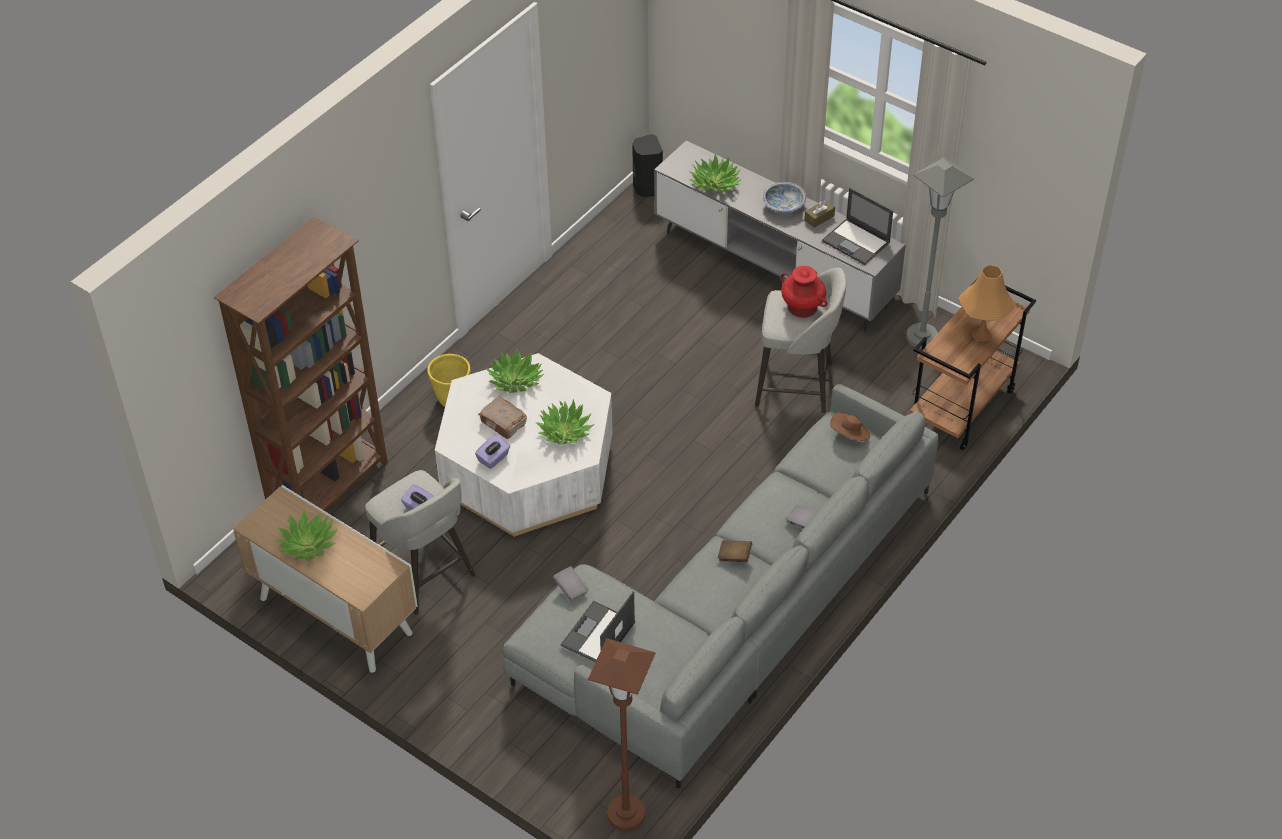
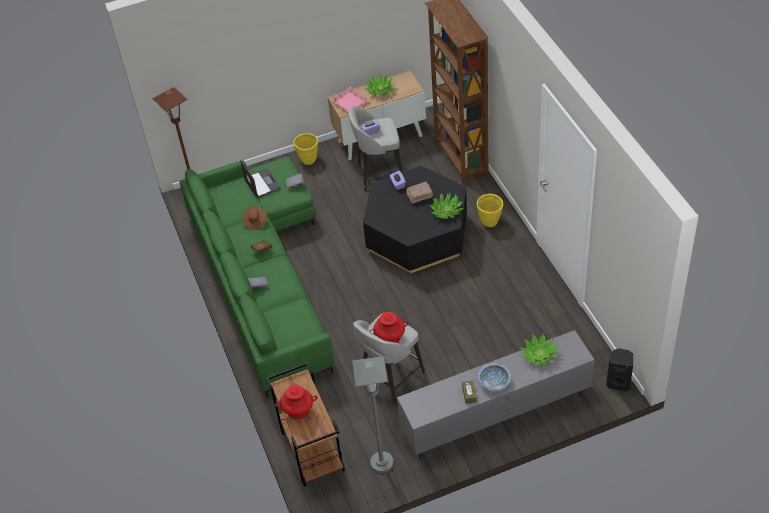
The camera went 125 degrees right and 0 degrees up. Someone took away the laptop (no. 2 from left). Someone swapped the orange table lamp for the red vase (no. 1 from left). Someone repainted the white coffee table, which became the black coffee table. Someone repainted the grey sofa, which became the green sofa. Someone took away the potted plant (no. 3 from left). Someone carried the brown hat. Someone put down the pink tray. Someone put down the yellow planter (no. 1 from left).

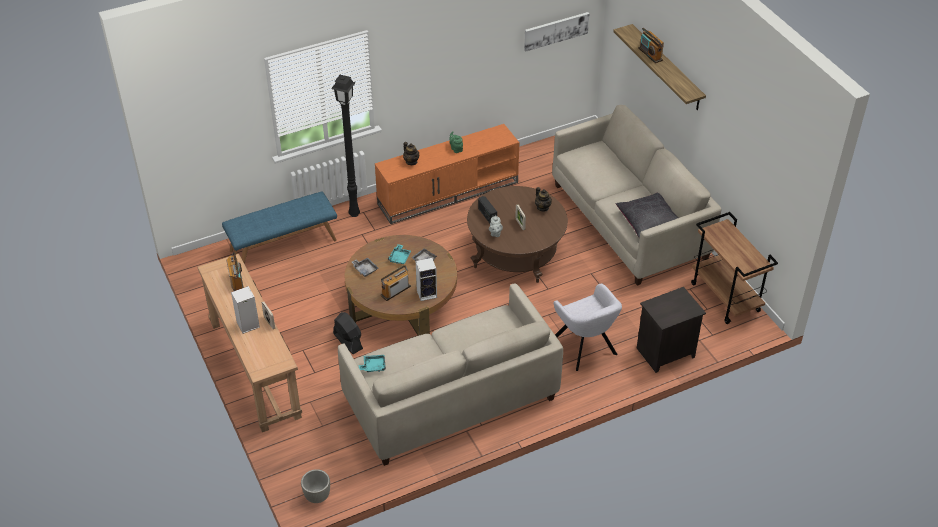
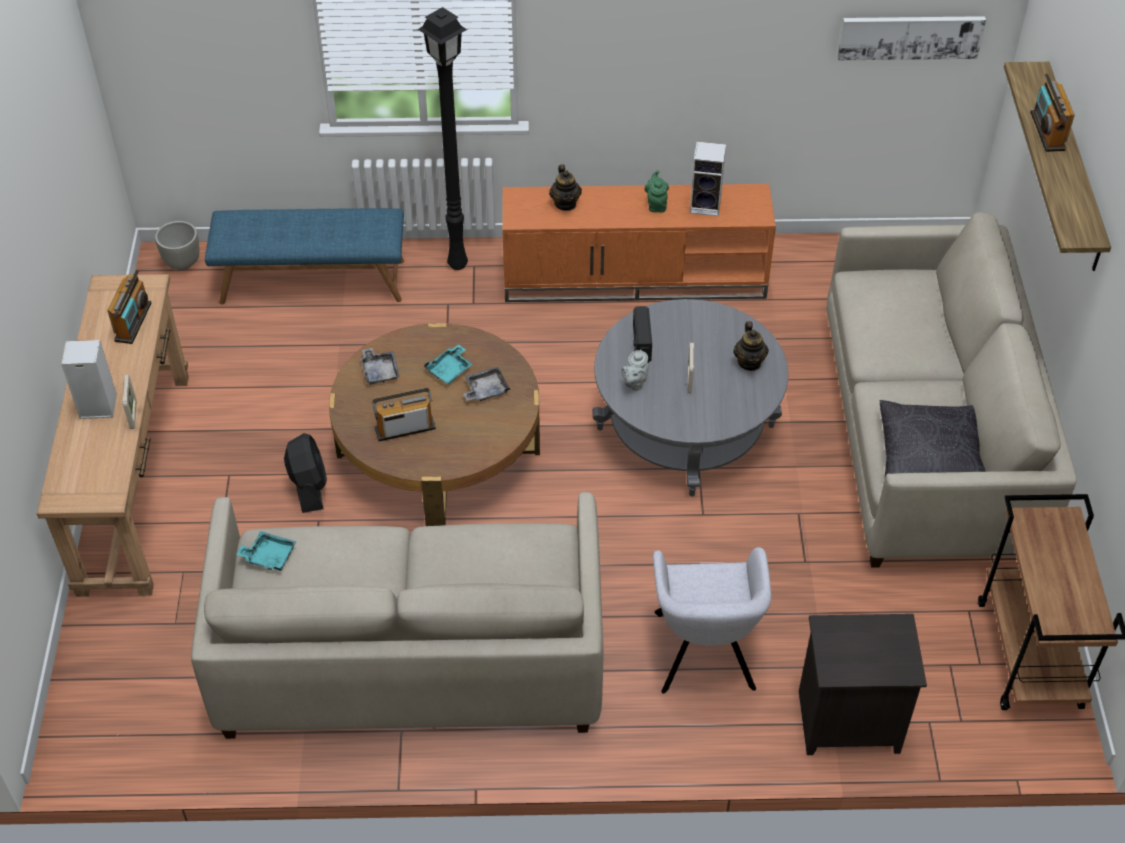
The camera went 25 degrees right and 5 degrees up. Someone repainted the brown coffee table (no. 2 from left), which became the grey coffee table. Someone carried the speaker (no. 2 from left). Someone carried the grey planter.

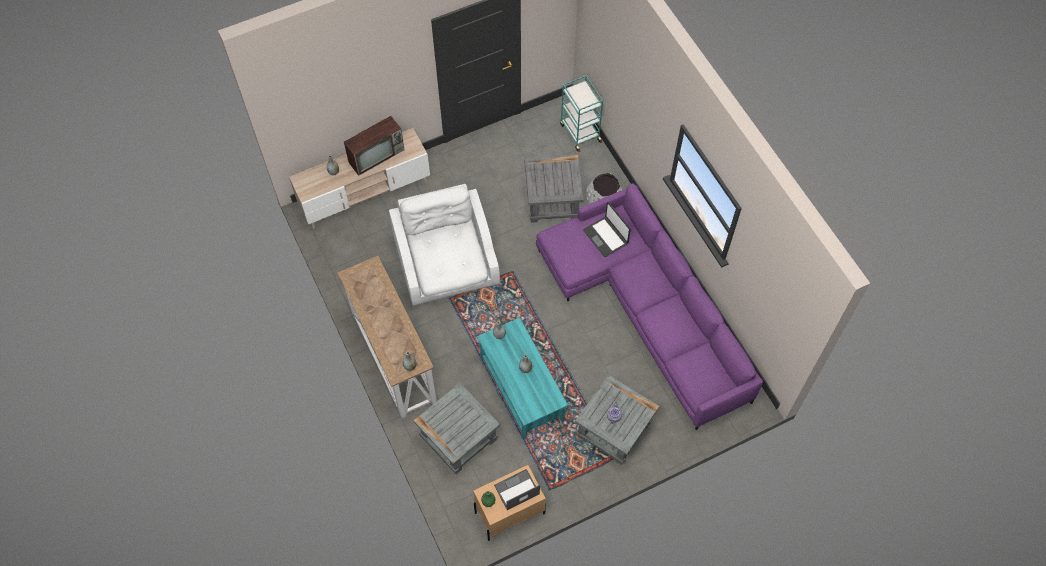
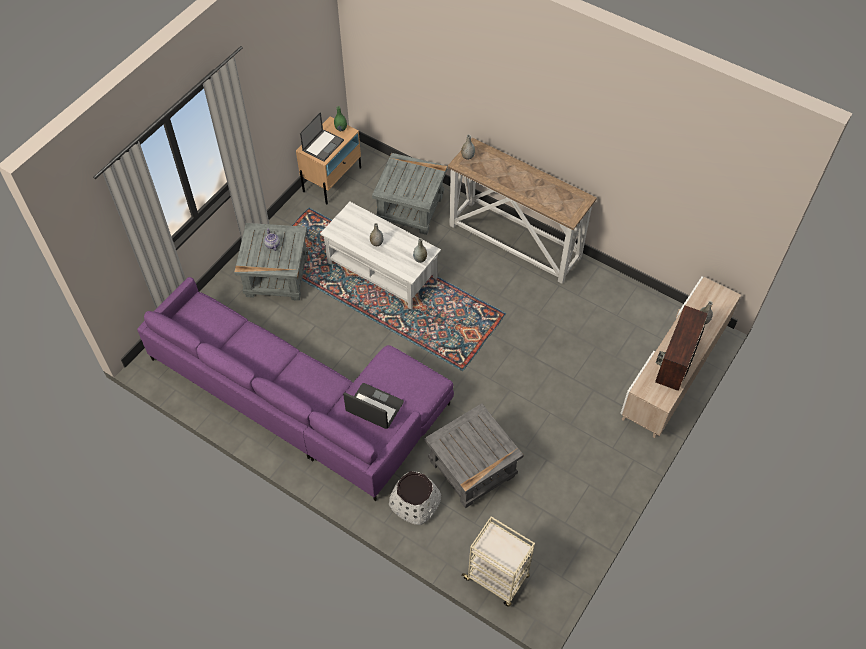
The camera went 150 degrees right and 5 degrees down. Someone repainted the turquoise cart, which became the beige cart. Someone took away the white armchair. Someone repainted the turquoise coffee table, which became the white coffee table.

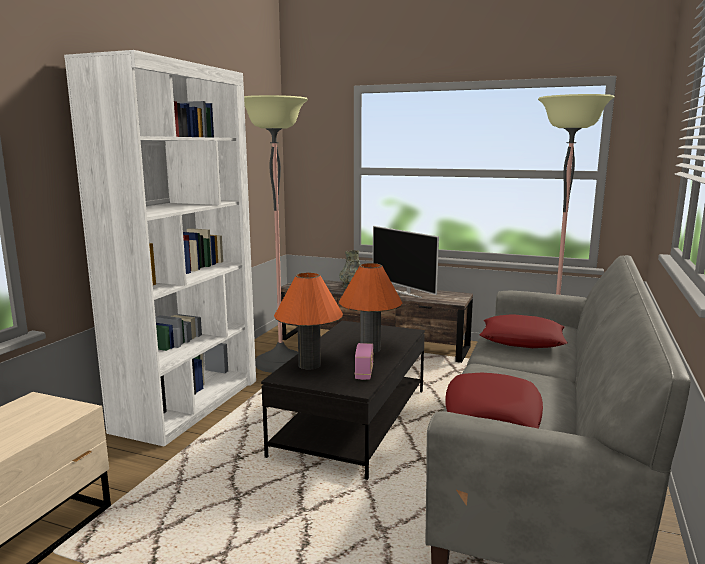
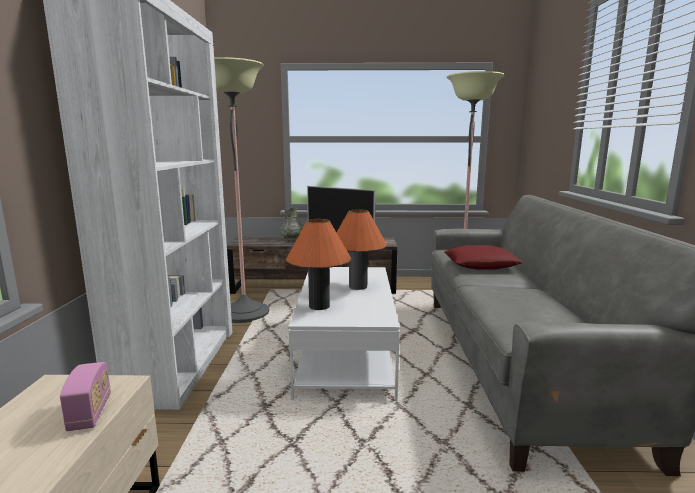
The camera went 20 degrees left and 0 degrees up. Someone repainted the black coffee table, which became the white coffee table. Someone carried the radio. Someone took away the red pillow (no. 1 from left).

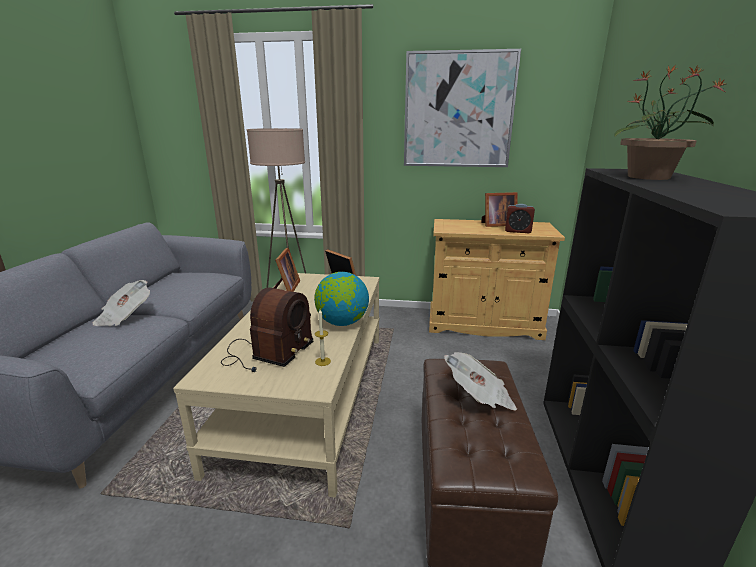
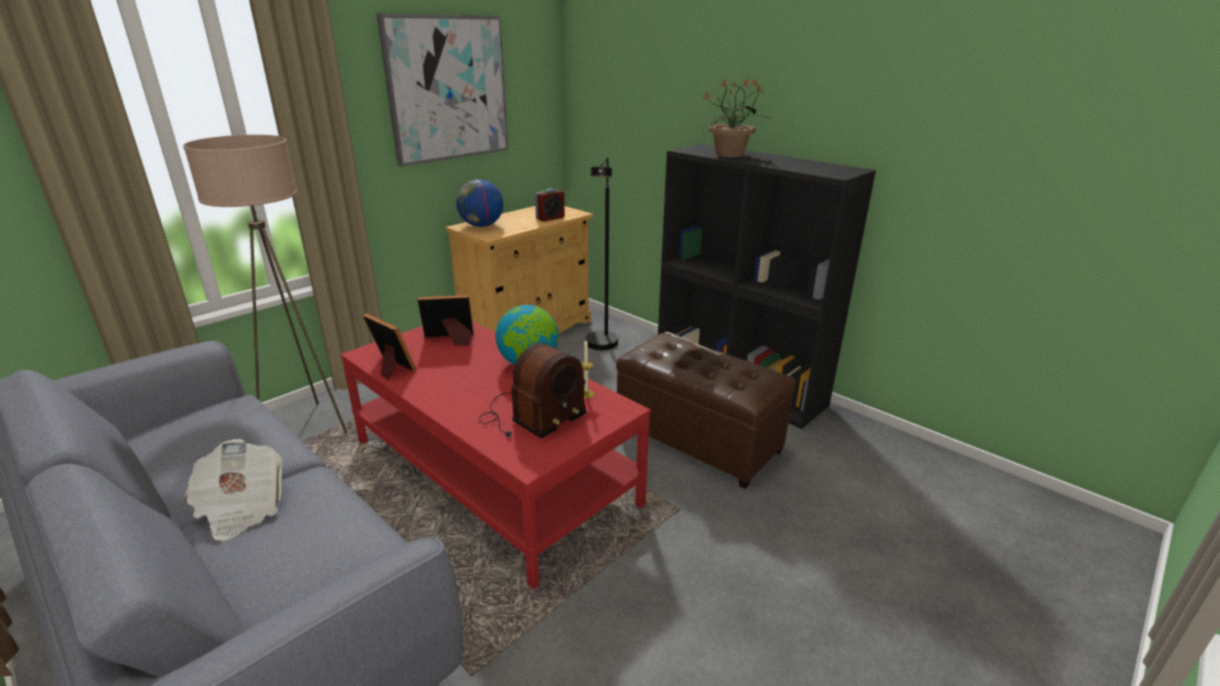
The camera went 55 degrees left and 5 degrees up. Someone took away the picture frame (no. 3 from left). Someone repainted the beige coffee table, which became the red coffee table. Someone rotated the radio by 75 degrees clockwise. Someone put down the black floor lamp. Someone put down the globe (no. 1 from left).

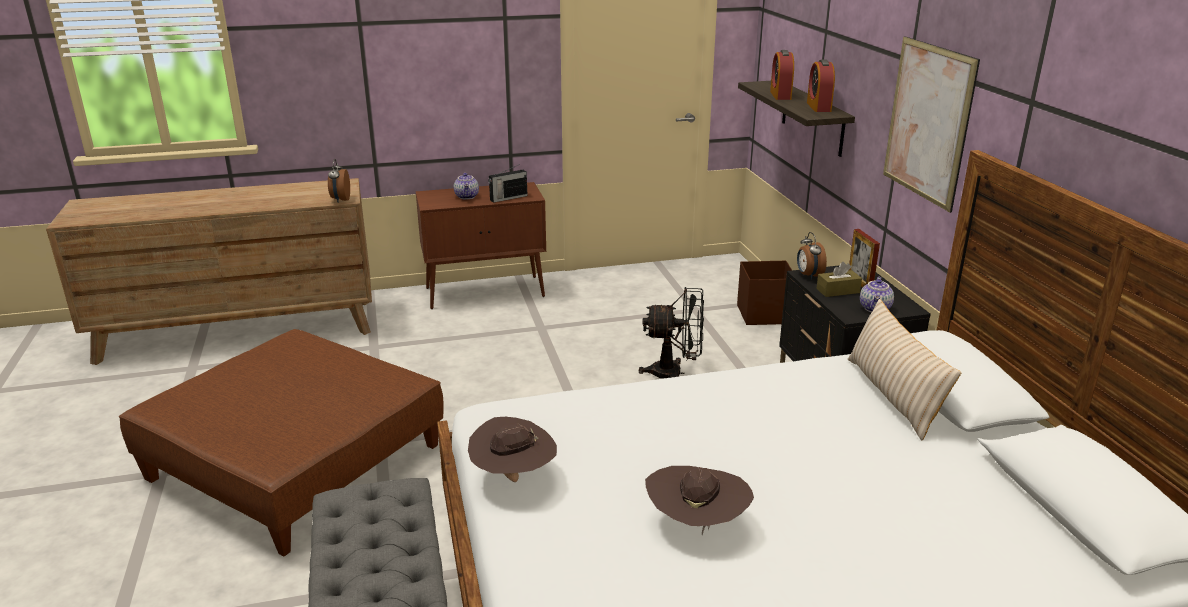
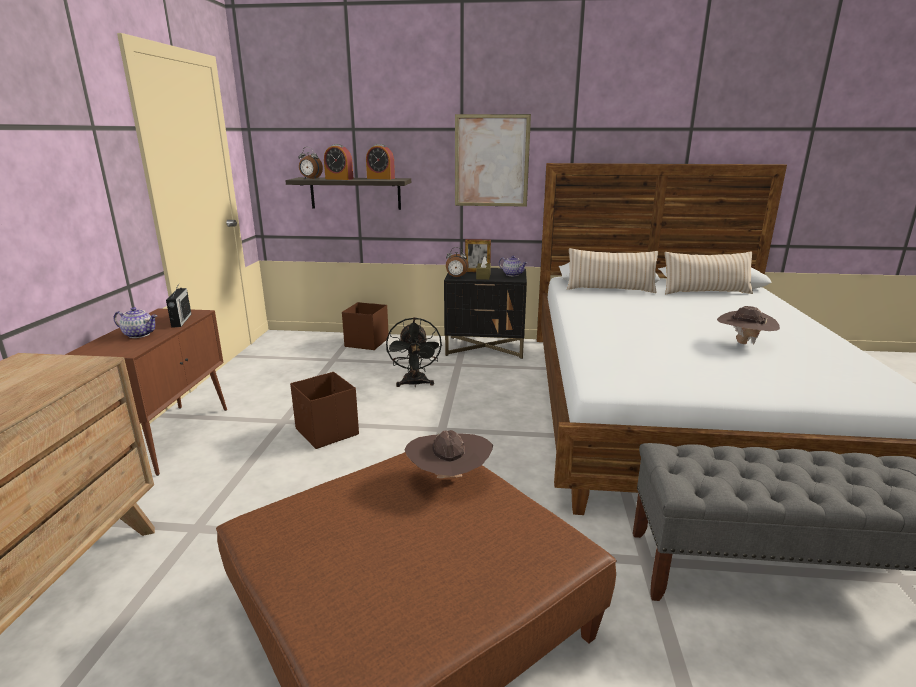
The camera went 70 degrees left and 5 degrees down. Someone carried the alarm clock (no. 1 from left). Someone rotated the black fan by 150 degrees clockwise. Someone carried the brown hat (no. 1 from left). Someone put down the beige pillow (no. 2 from left). Someone put down the brown storage box (no. 1 from left).

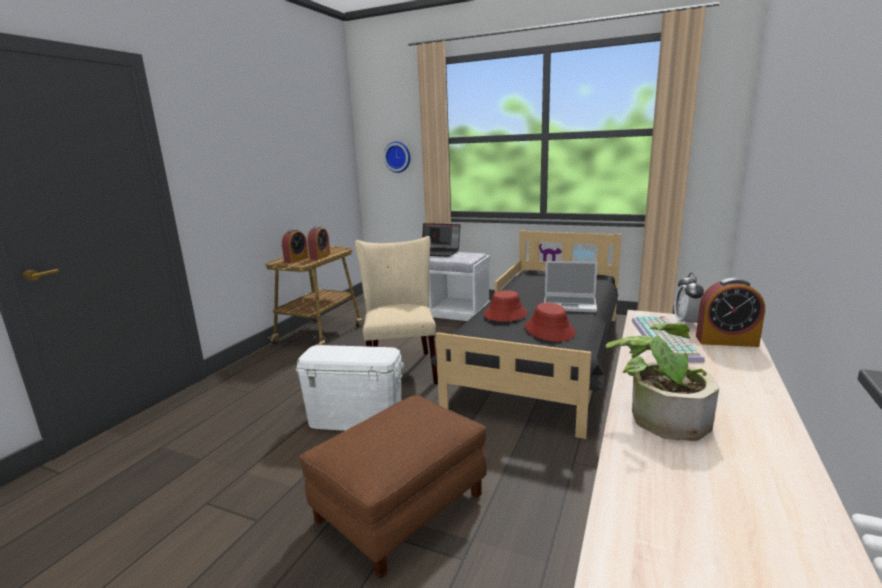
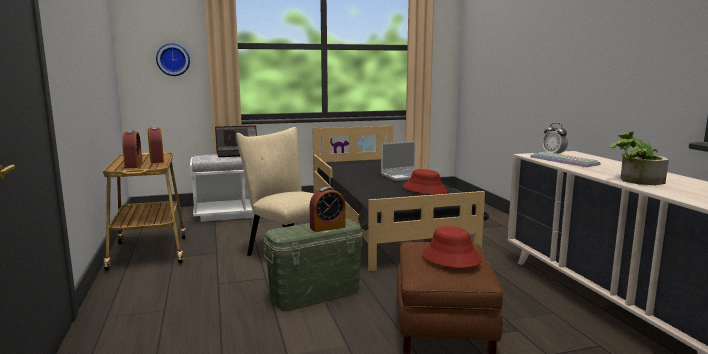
The camera went 40 degrees left and 5 degrees down. Someone carried the alarm clock (no. 4 from left in the first image). Someone carried the red hat (no. 1 from left in the first image). Someone repainted the white storage box, which became the green storage box.

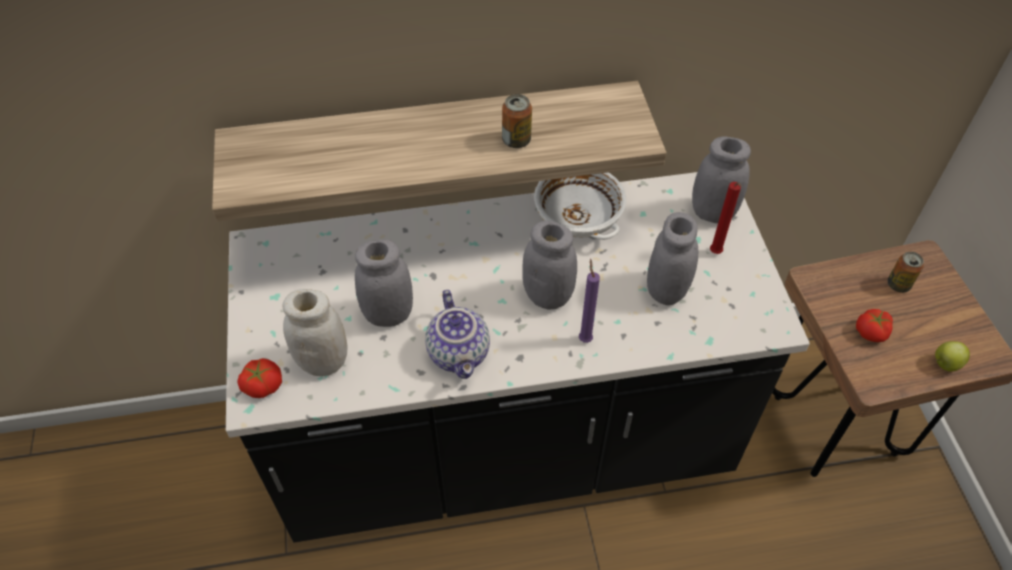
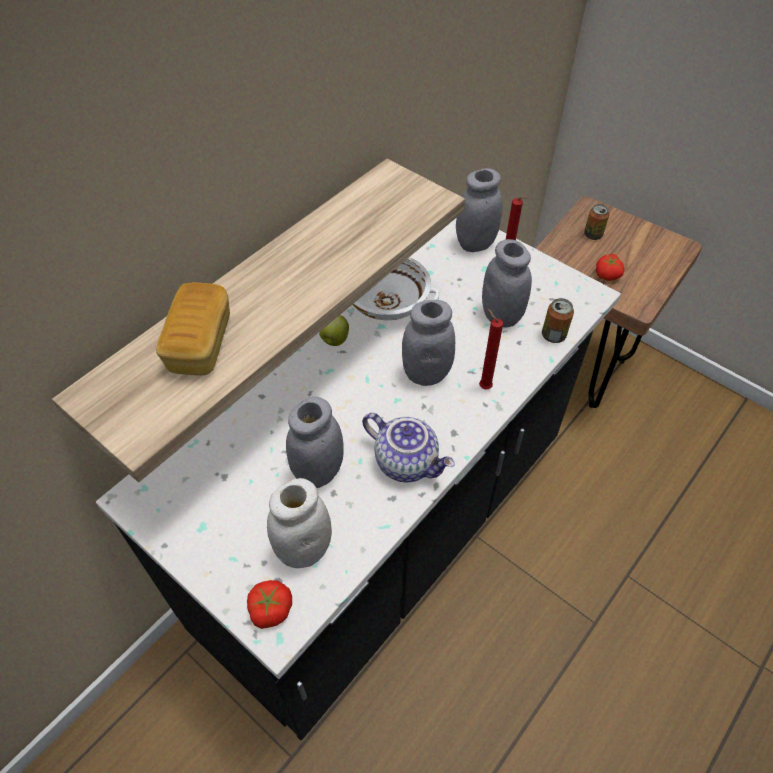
The camera went 40 degrees left and 0 degrees up. Someone carried the can (no. 1 from left). Someone repainted the purple candle, which became the red candle (no. 1 from left). Someone carried the apple. Someone put down the bread.

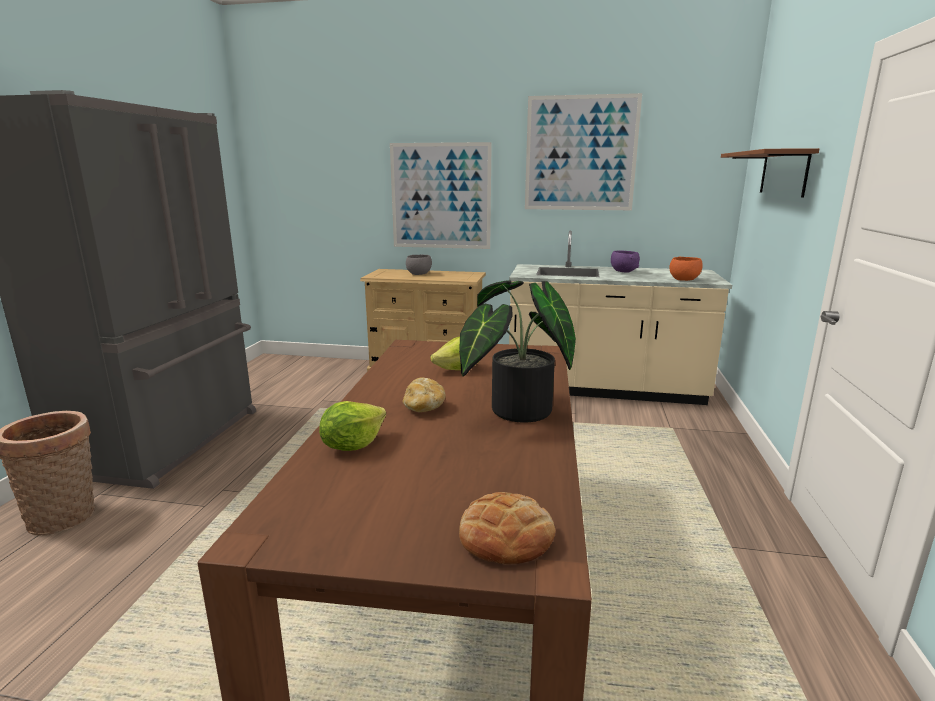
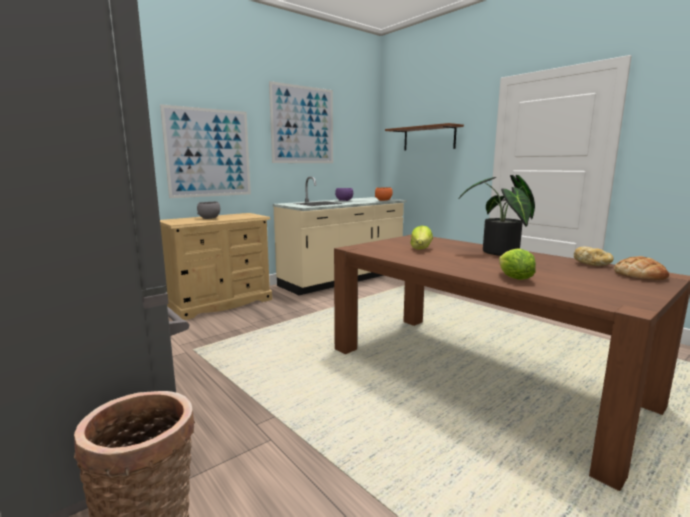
The camera went 50 degrees left and 5 degrees down. Someone carried the bread (no. 1 from left).

